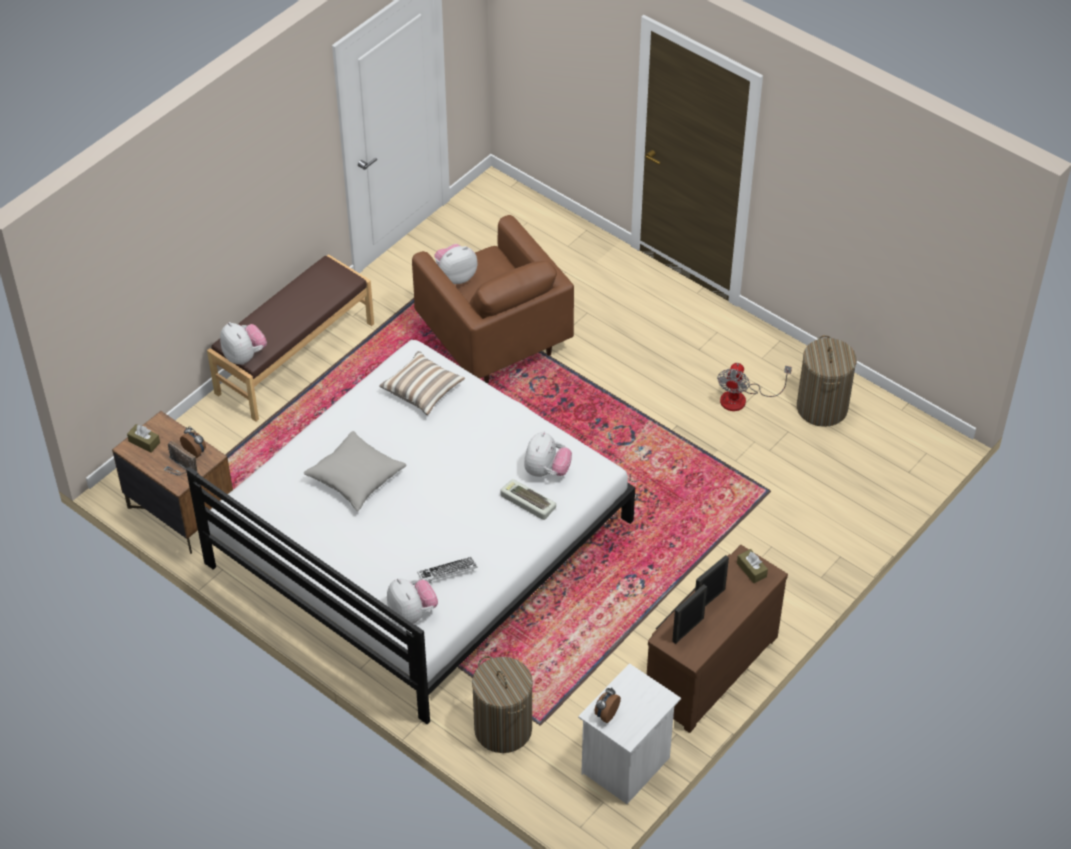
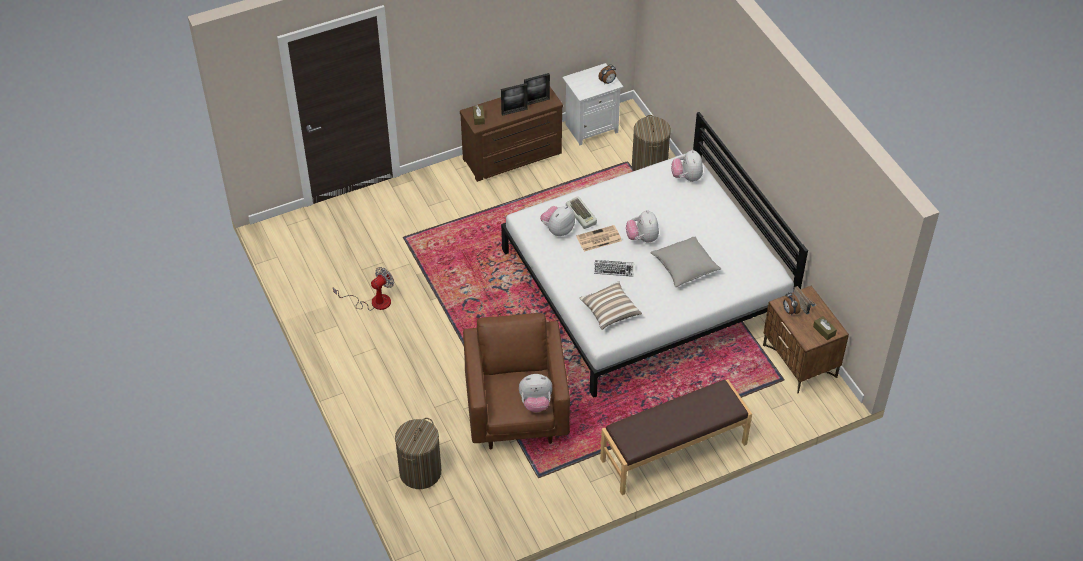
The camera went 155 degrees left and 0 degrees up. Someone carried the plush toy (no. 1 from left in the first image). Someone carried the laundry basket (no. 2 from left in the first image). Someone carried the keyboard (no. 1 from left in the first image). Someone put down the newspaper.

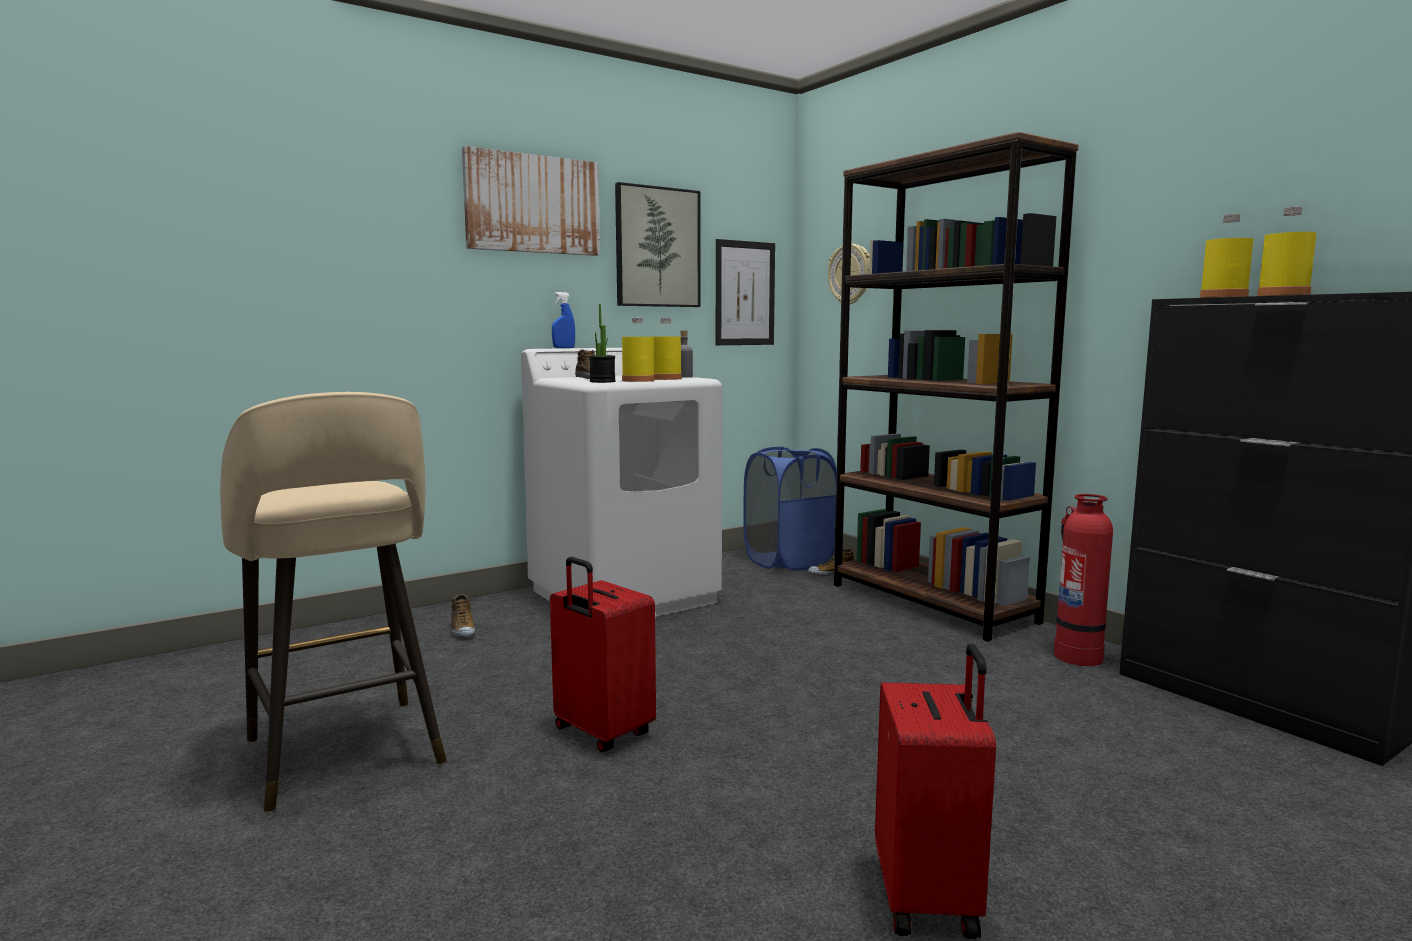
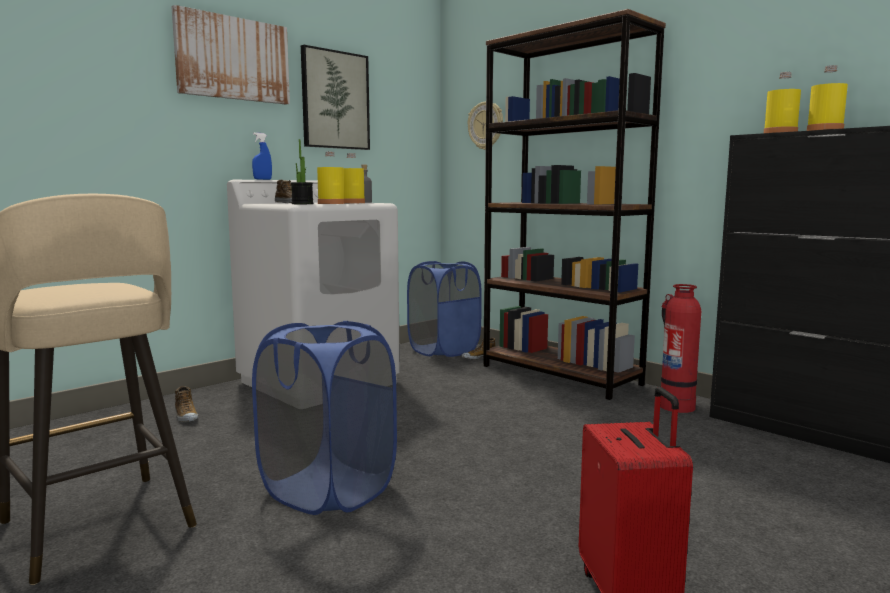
The camera went 10 degrees left and 0 degrees up. Someone took away the picture (no. 3 from left). Someone swapped the red suitcase (no. 1 from left) for the blue laundry basket (no. 1 from left).

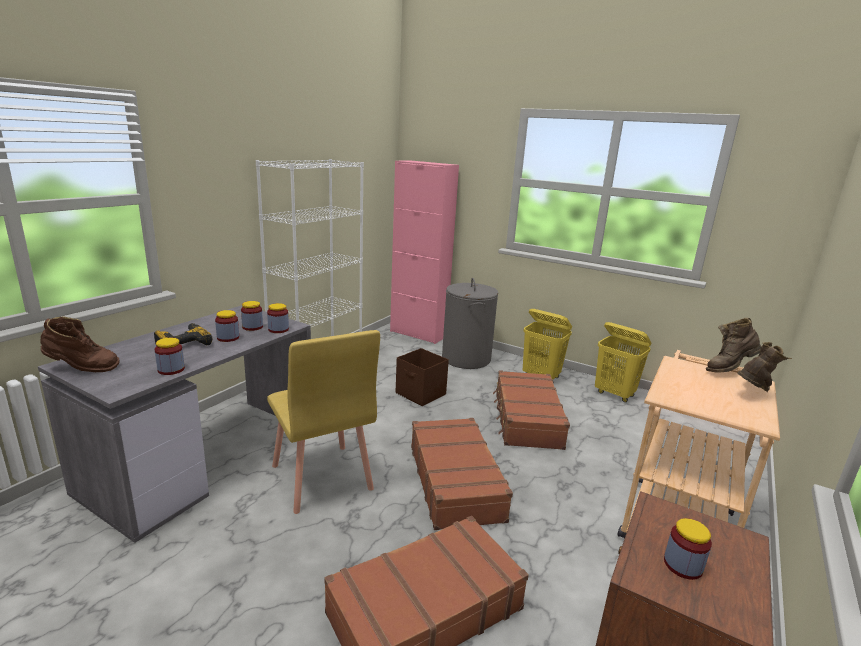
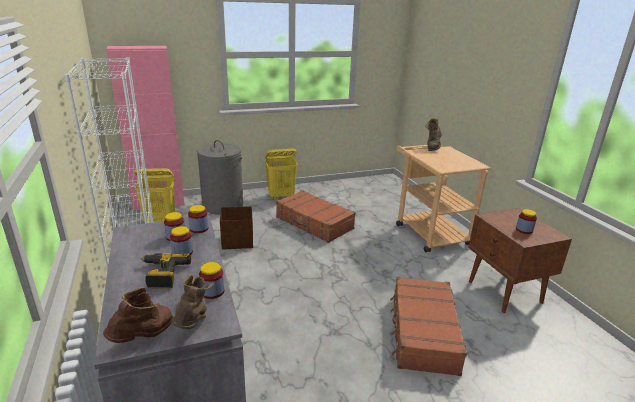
The camera went 50 degrees left and 5 degrees up. Someone carried the yellow laundry basket (no. 2 from left in the first image). Someone took away the yellow chair. Someone carried the brown boot (no. 3 from left in the first image). Someone took away the brown suitcase (no. 2 from left).

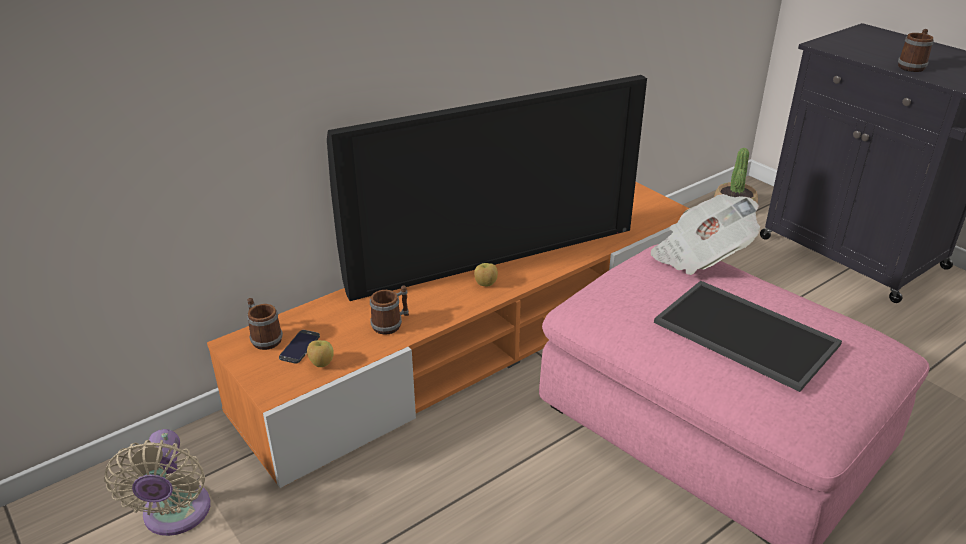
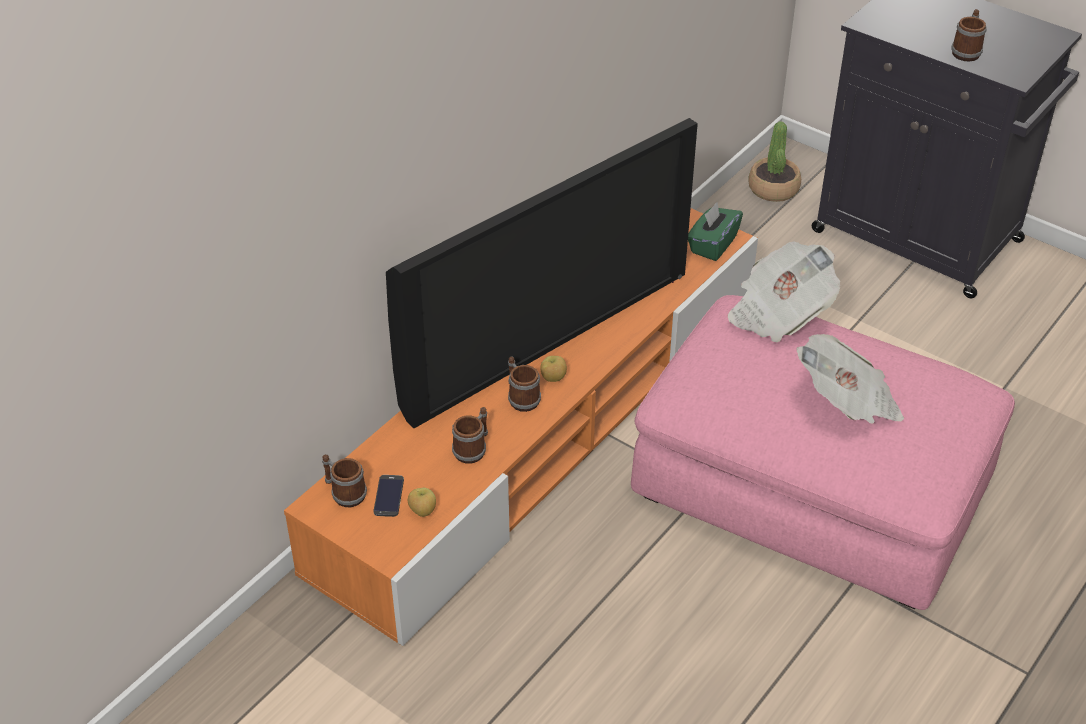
The camera went 15 degrees left and 10 degrees up. Someone swapped the tray for the newspaper (no. 2 from left). Someone took away the beige fan. Someone put down the green tissue box. Someone put down the mug (no. 3 from left).

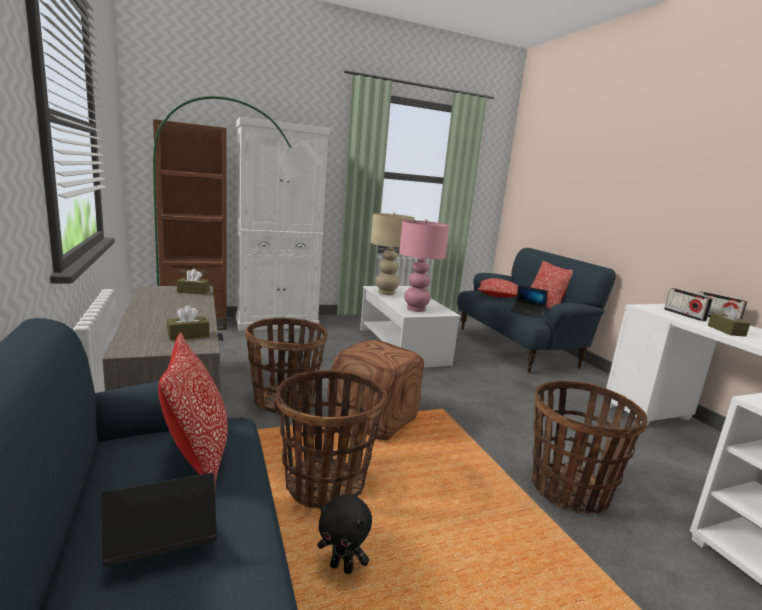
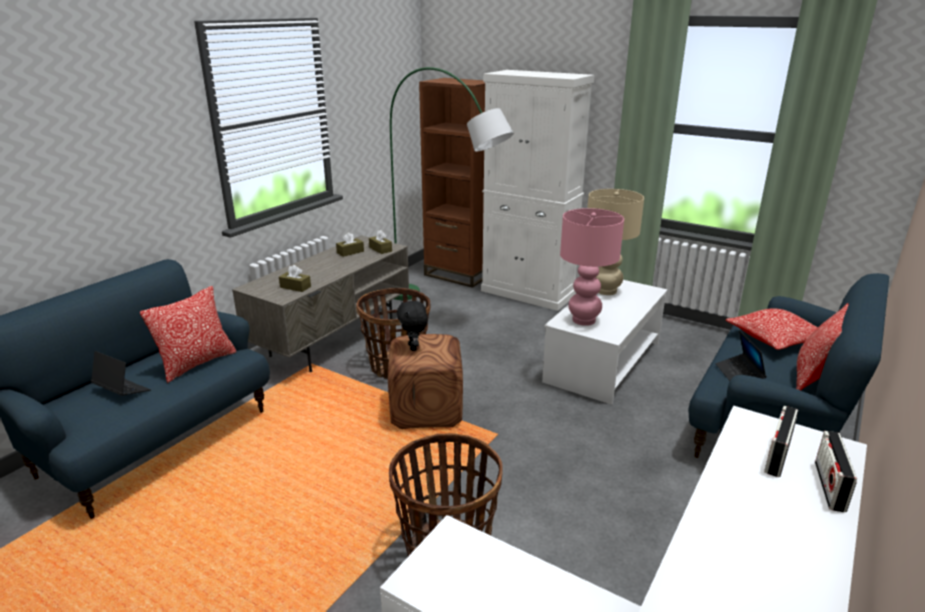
The camera went 55 degrees right and 10 degrees up. Someone carried the brown tissue box (no. 3 from left in the first image). Someone took away the basket (no. 2 from left). Someone carried the black plush toy.

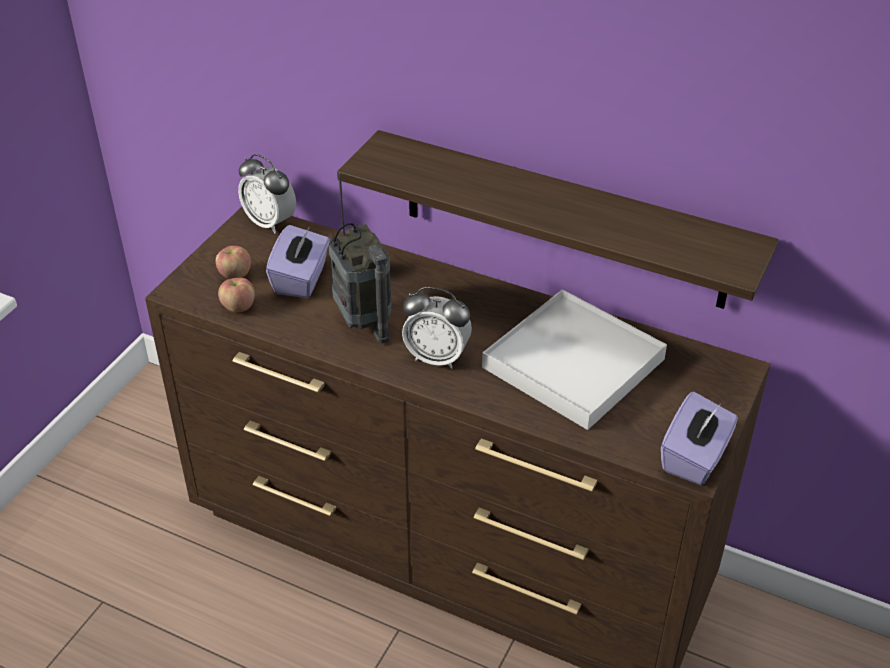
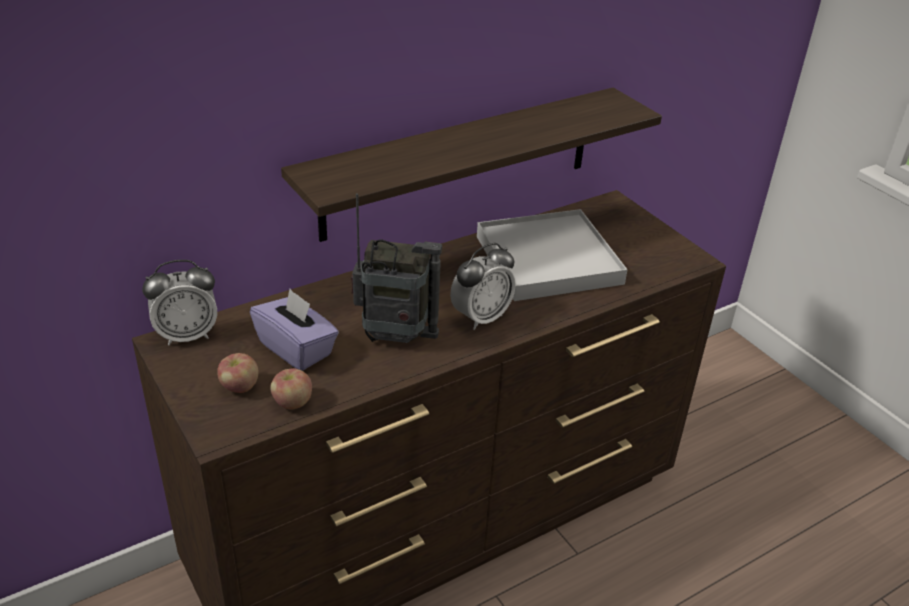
The camera went 60 degrees left and 5 degrees down. Someone took away the purple tissue box (no. 2 from left).

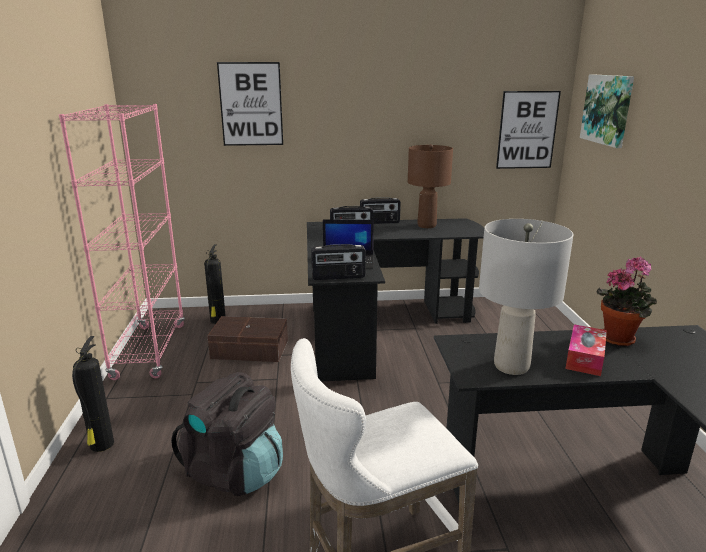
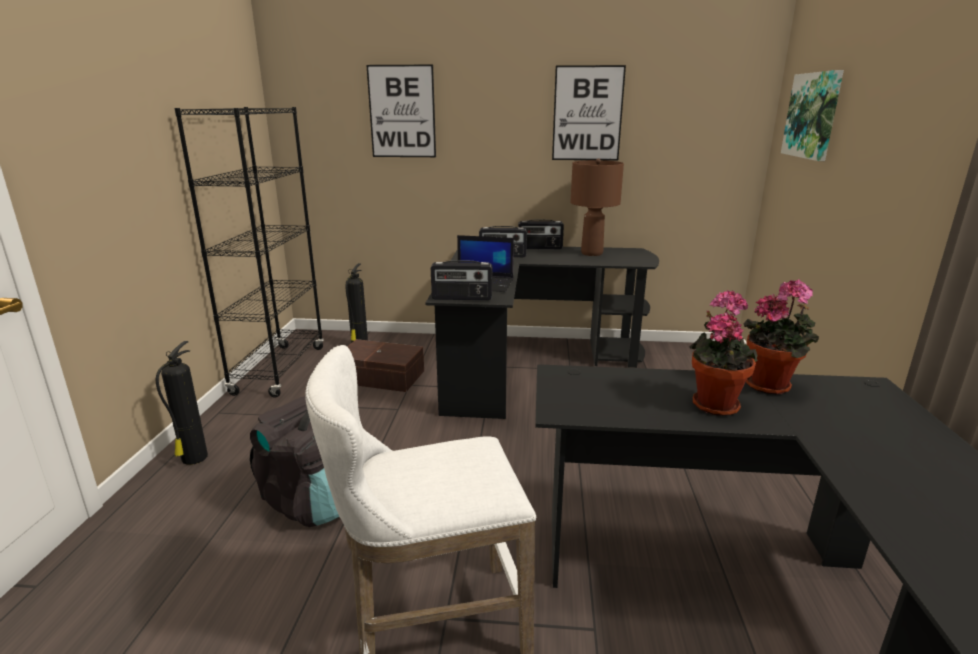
The camera went 10 degrees right and 0 degrees up. Someone carried the picture (no. 2 from left). Someone repainted the pink bookcase, which became the black bookcase. Someone took away the grey table lamp. Someone swapped the tissue box for the potted plant (no. 1 from left).

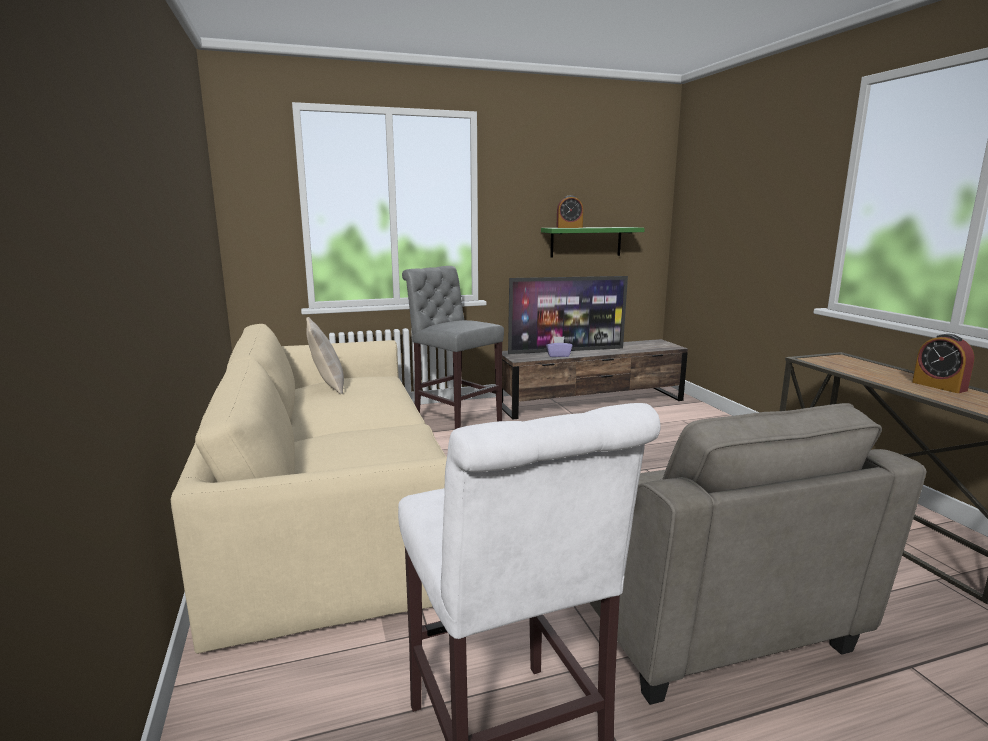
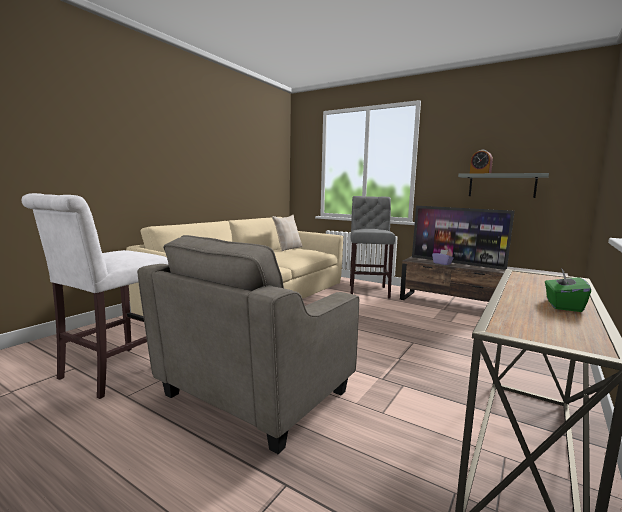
The camera went 50 degrees right and 5 degrees down. Someone repainted the green shelf, which became the grey shelf. Someone swapped the alarm clock (no. 2 from left) for the green tissue box.

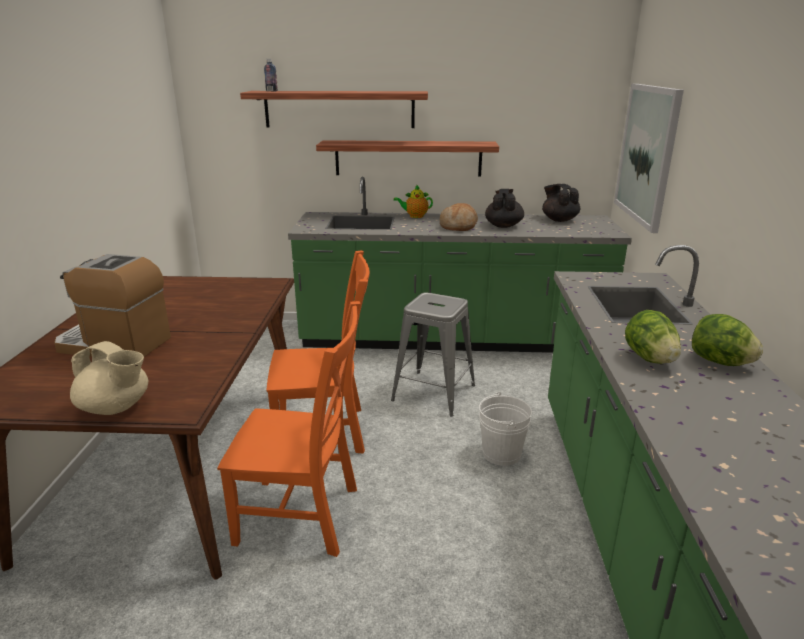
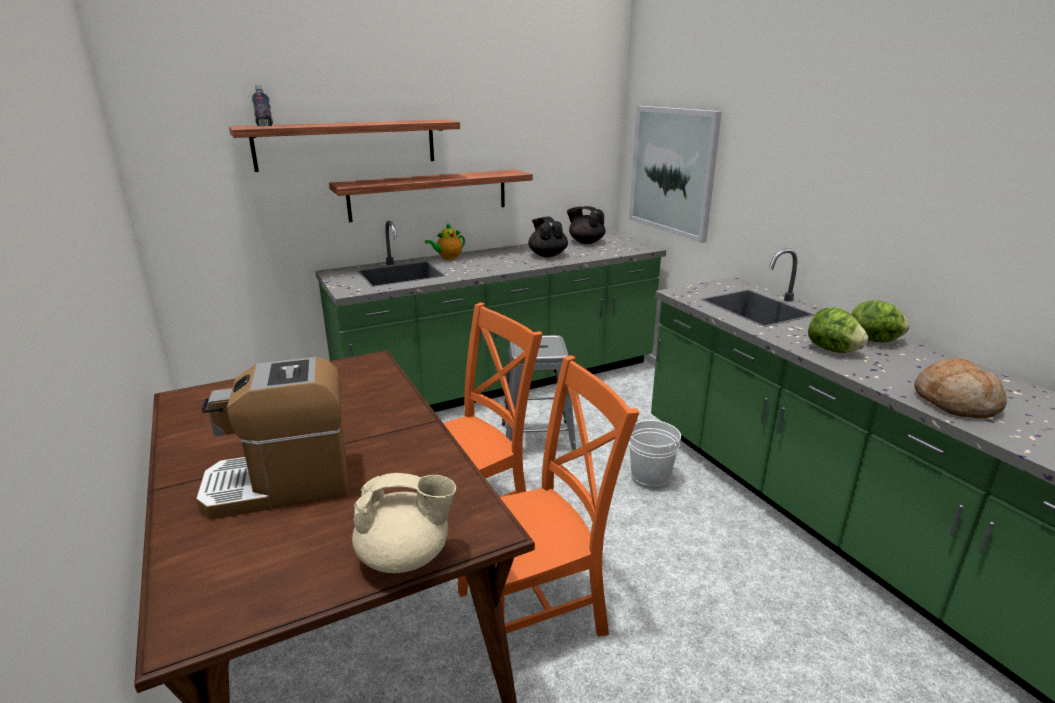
The camera went 30 degrees left and 0 degrees up. Someone carried the bread.

